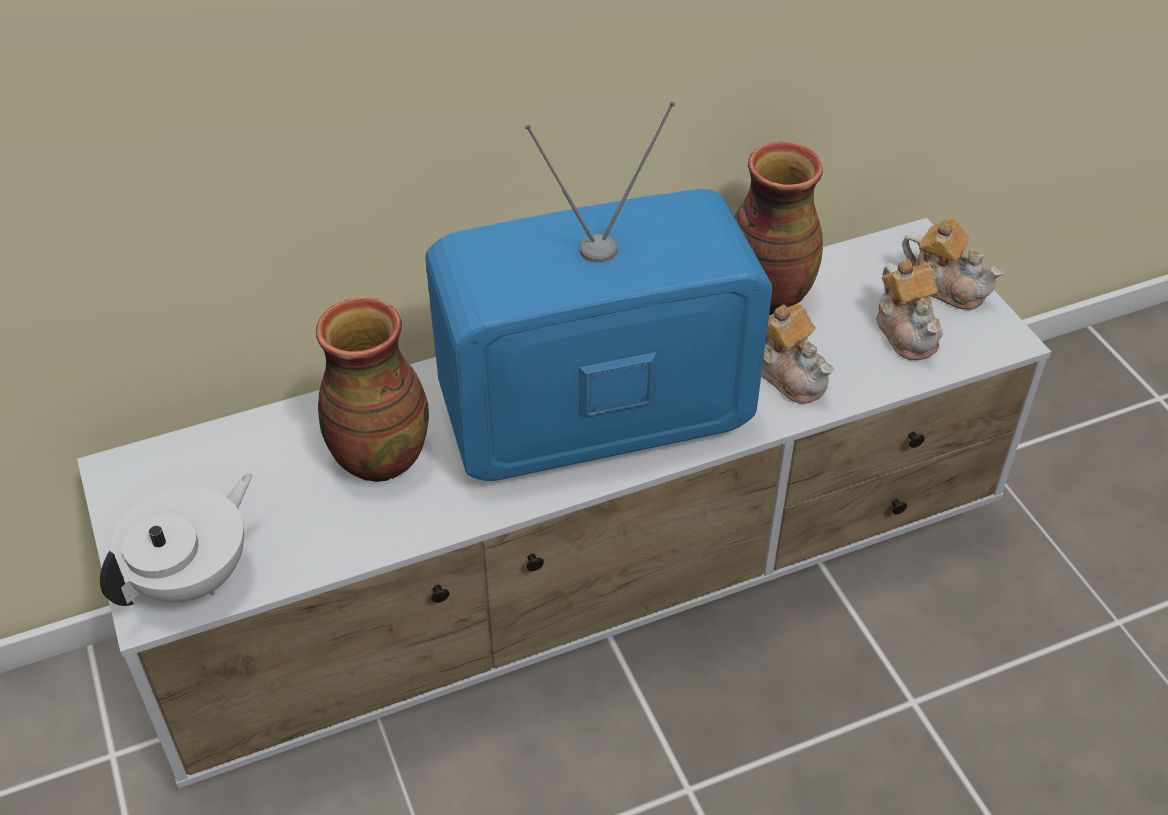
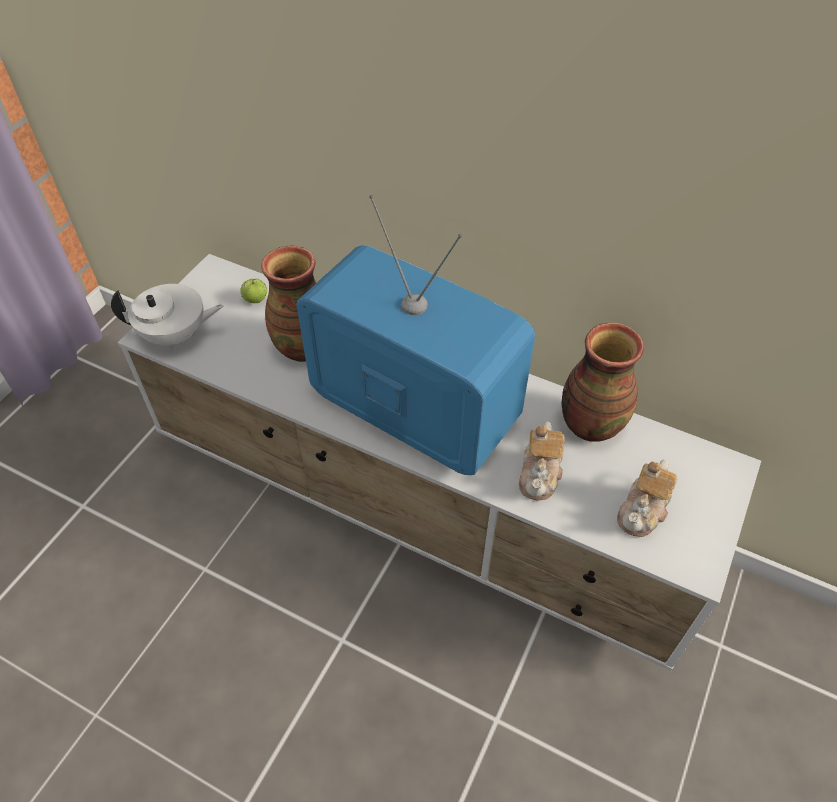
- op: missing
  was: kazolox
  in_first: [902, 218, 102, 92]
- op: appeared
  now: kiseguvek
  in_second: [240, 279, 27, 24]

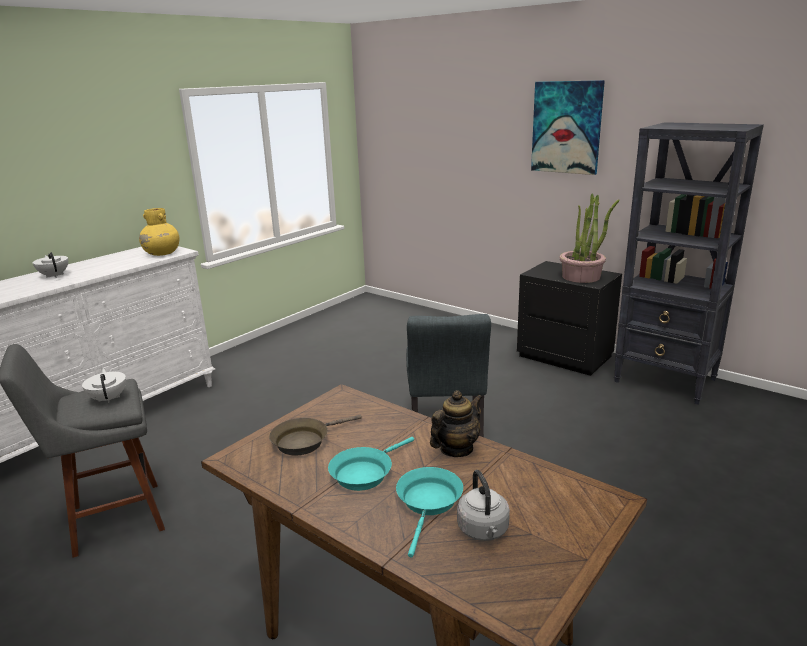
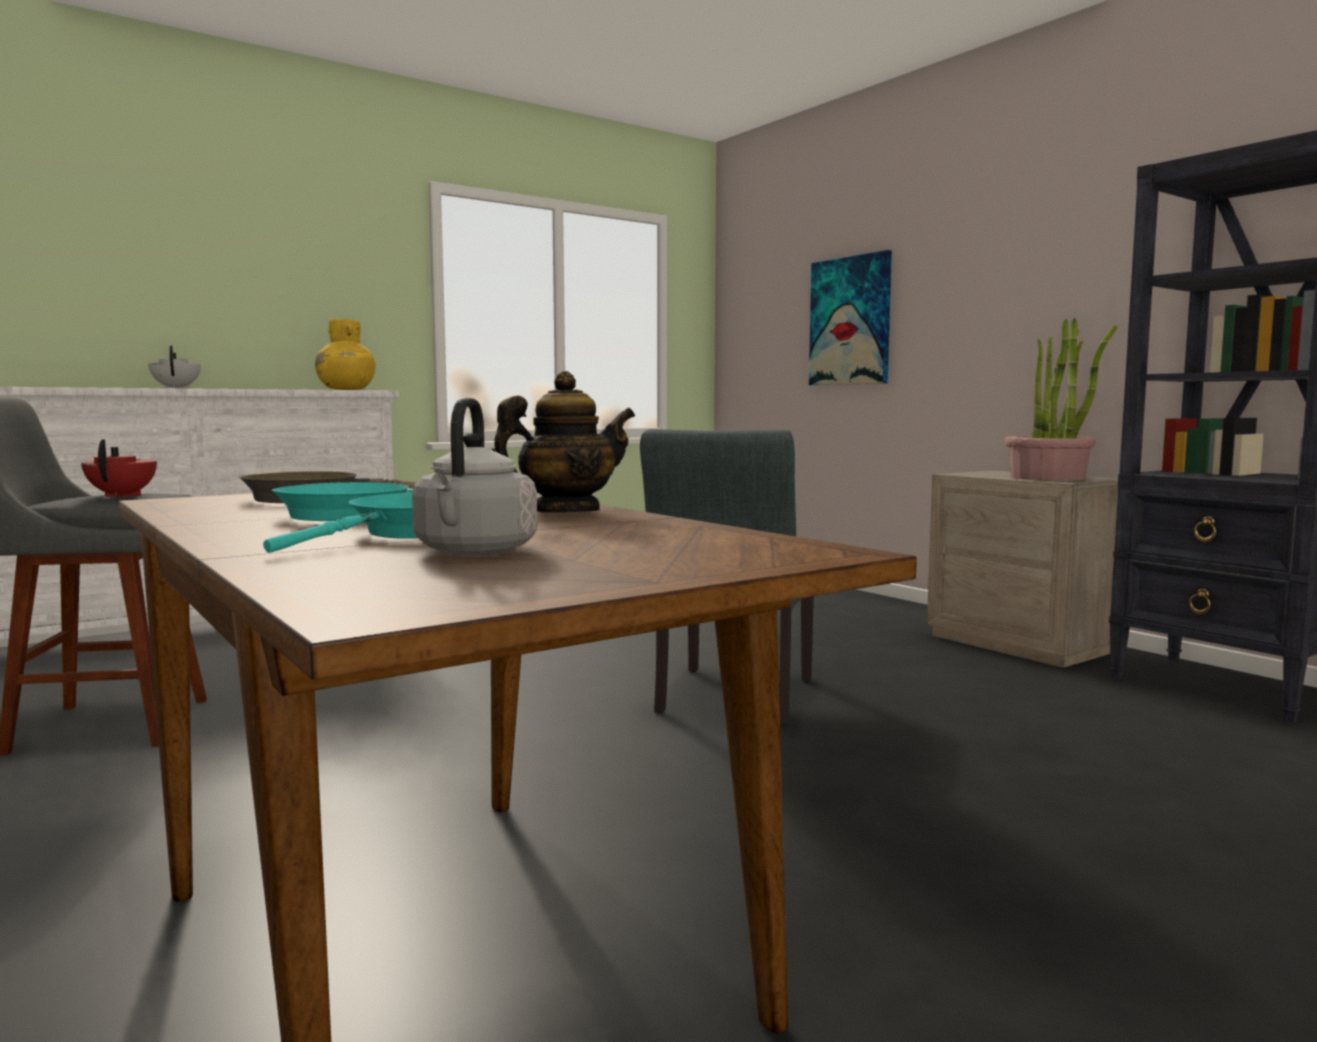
- op: relocated
  was: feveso
  in_first: [531, 80, 74, 95]
  in_second: [809, 250, 83, 135]
- op: colour
  was: white_kazolox
  now: red_kazolox
  in_first: [82, 368, 44, 35]
  in_second: [81, 439, 76, 59]
- op: colour
  was: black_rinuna
  now: beige_rinuna
  in_first: [517, 261, 105, 115]
  in_second: [927, 470, 191, 198]

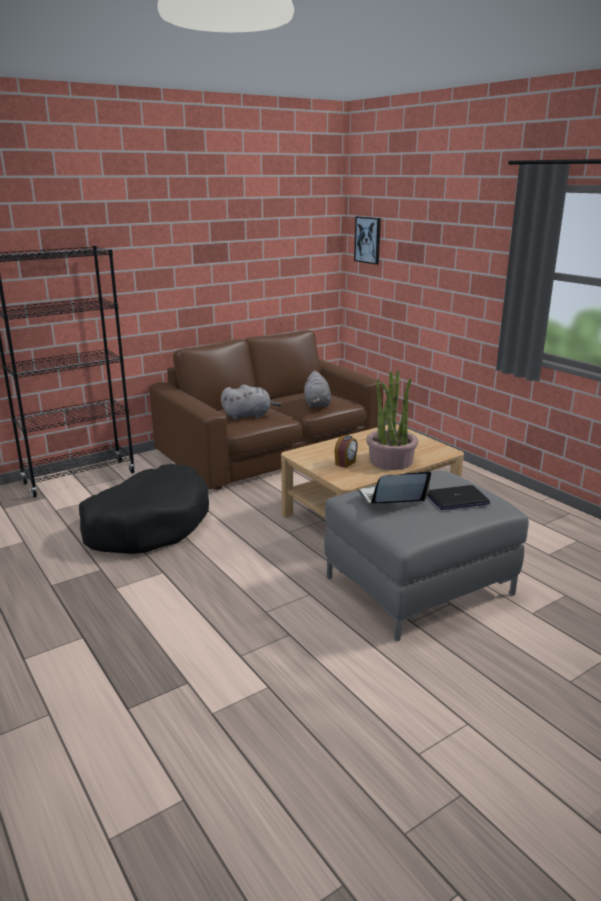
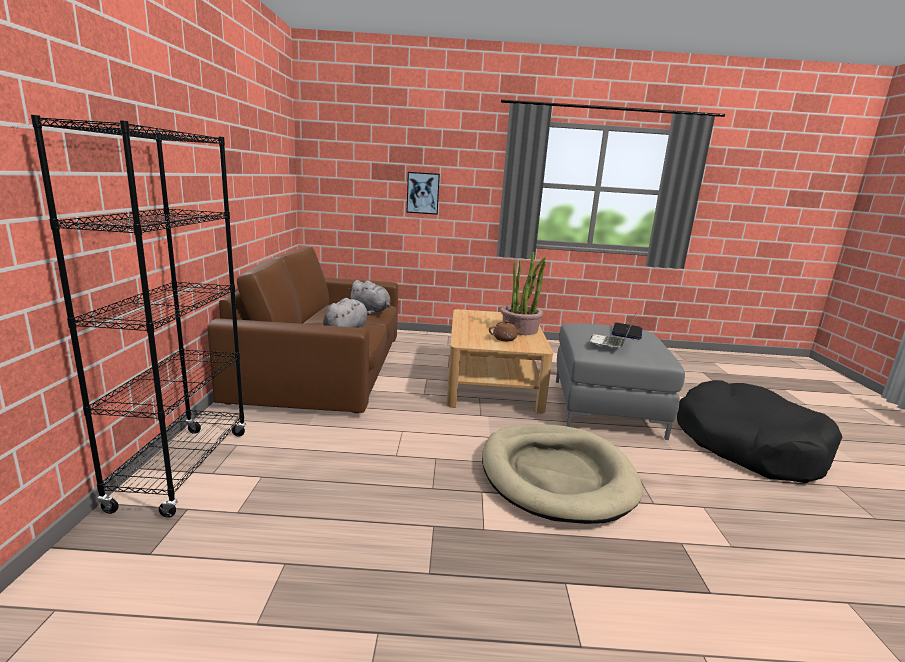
- op: appeared
  now: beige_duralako
  in_second: [482, 424, 161, 100]
- op: relocated
  was: black_duralako
  in_first: [79, 464, 130, 90]
  in_second: [677, 380, 165, 103]
- op: relocated
  was: feveso
  in_first: [354, 216, 27, 49]
  in_second: [406, 172, 34, 43]
- op: exchanged
  was: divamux
  now: brown_kazolox
  in_first: [334, 436, 24, 32]
  in_second: [489, 320, 35, 21]

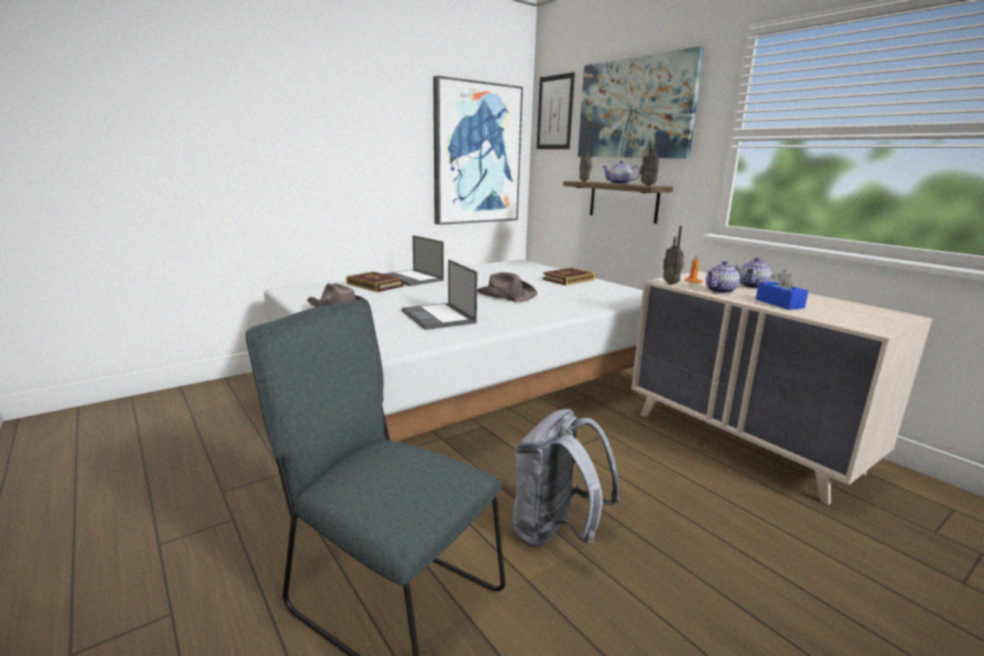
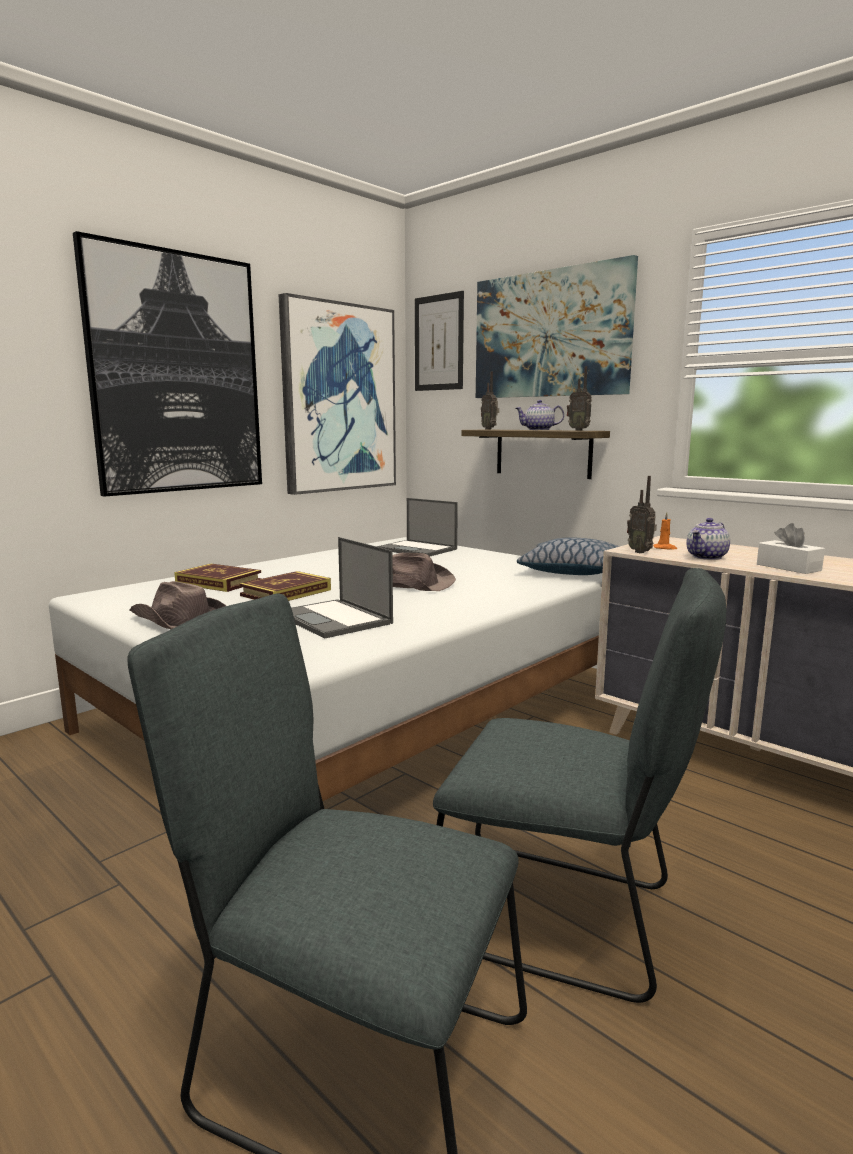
- op: missing
  was: kazolox
  in_first: [739, 257, 33, 32]
- op: appeared
  now: feveso
  in_second: [73, 231, 189, 266]
- op: appeared
  now: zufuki
  in_second: [517, 537, 103, 38]
- op: relocated
  was: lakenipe
  in_first: [385, 235, 59, 51]
  in_second: [376, 498, 82, 59]
- op: relocated
  was: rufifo
  in_first: [543, 267, 53, 18]
  in_second: [239, 571, 92, 30]
- op: exchanged
  was: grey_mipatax
  now: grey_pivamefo
  in_first: [513, 409, 107, 139]
  in_second: [433, 568, 293, 435]
- op: colour
  was: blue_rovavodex
  now: white_rovavodex
  in_first: [756, 270, 52, 40]
  in_second: [757, 523, 68, 51]

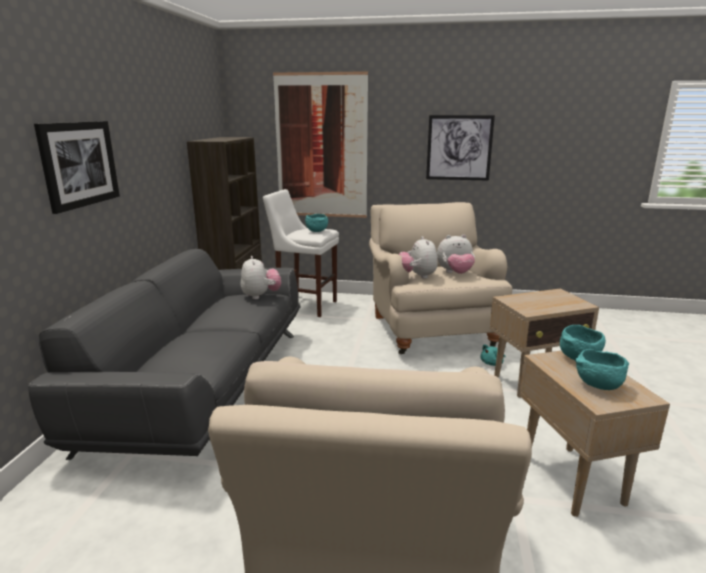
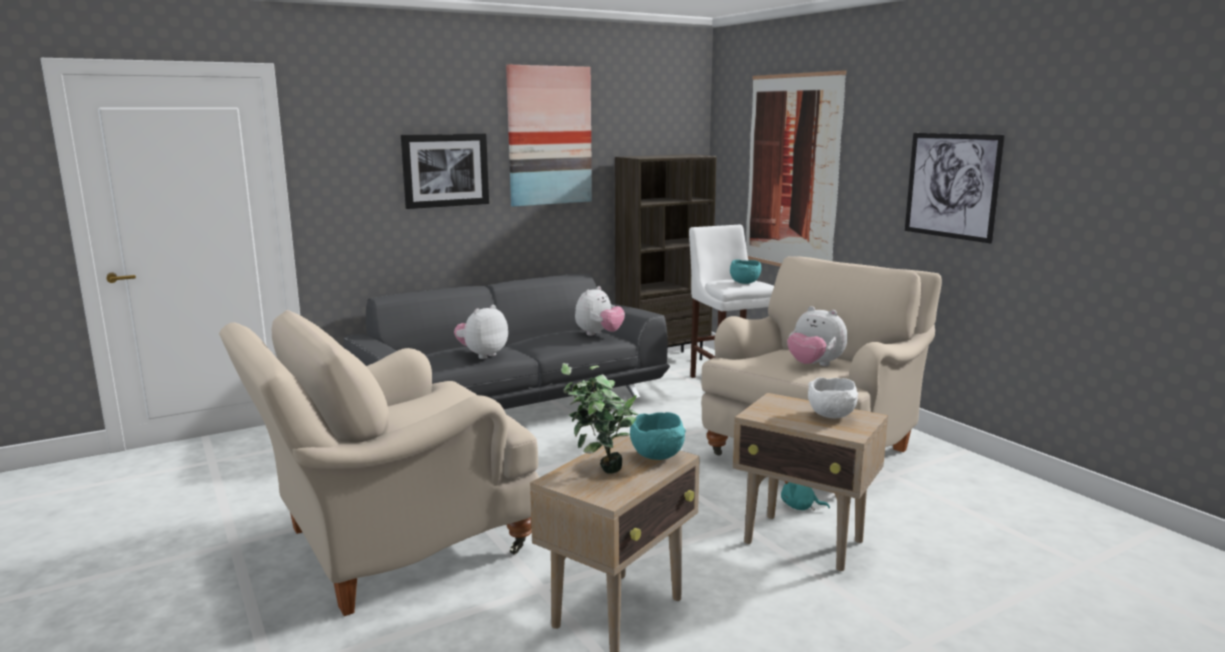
- op: appeared
  now: feveso
  in_second: [506, 65, 86, 142]
- op: appeared
  now: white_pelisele
  in_second: [808, 377, 50, 42]
- op: relocated
  was: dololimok
  in_first: [399, 236, 39, 43]
  in_second: [454, 305, 54, 54]
- op: exchanged
  was: turquoise_pelisele
  now: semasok
  in_first: [575, 349, 54, 41]
  in_second: [561, 363, 77, 110]

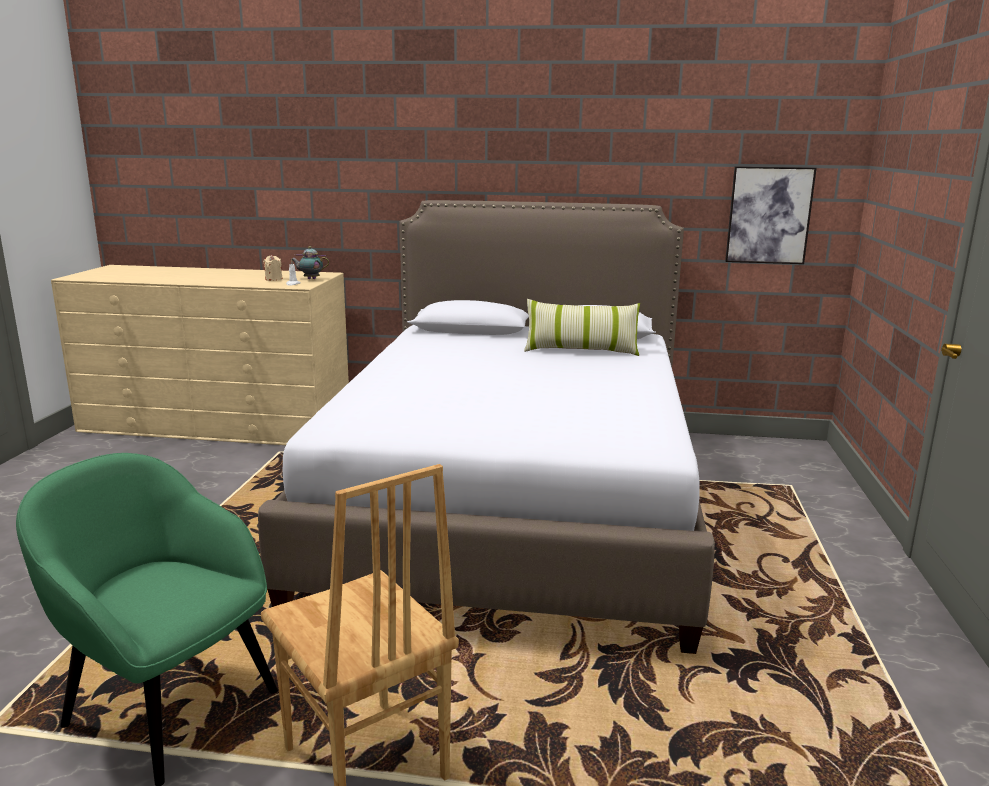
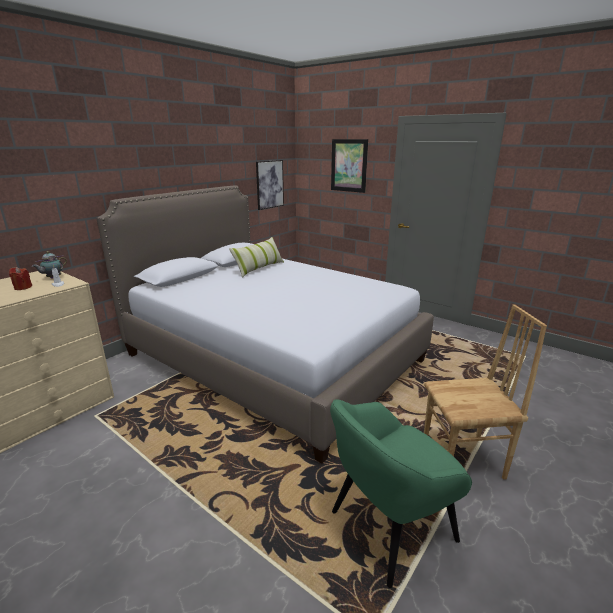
- op: appeared
  now: feveso
  in_second: [331, 139, 37, 54]
- op: colour
  was: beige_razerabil
  now: red_razerabil
  in_first: [263, 255, 19, 26]
  in_second: [9, 267, 23, 23]

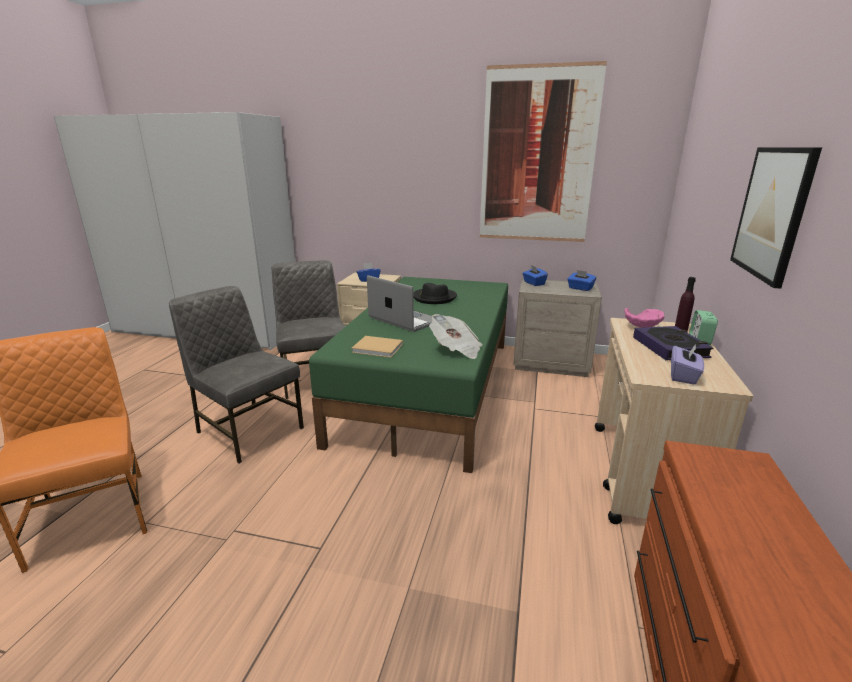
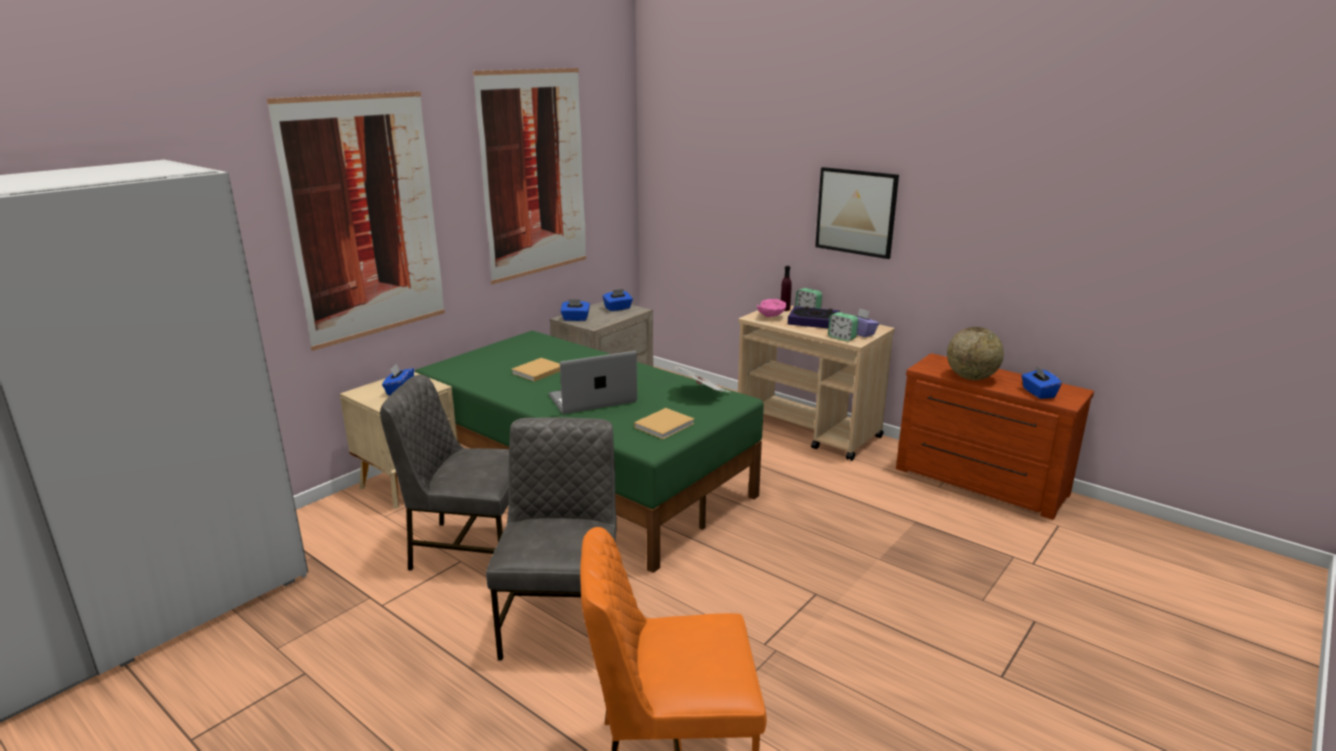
- op: appeared
  now: feveso
  in_second: [267, 91, 178, 260]
- op: appeared
  now: divamux
  in_second: [828, 312, 30, 29]
- op: appeared
  now: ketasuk
  in_second: [947, 327, 57, 53]
- op: appeared
  now: blue_rovavodex
  in_second: [1022, 366, 40, 33]
- op: exchanged
  was: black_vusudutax
  now: beige_rufifo
  in_first: [413, 283, 44, 21]
  in_second: [512, 358, 48, 24]
- op: spun
  was: grey_pivamefo
  in_first: [169, 286, 135, 177]
  in_second: [486, 417, 131, 244]
  clockwise: 120

